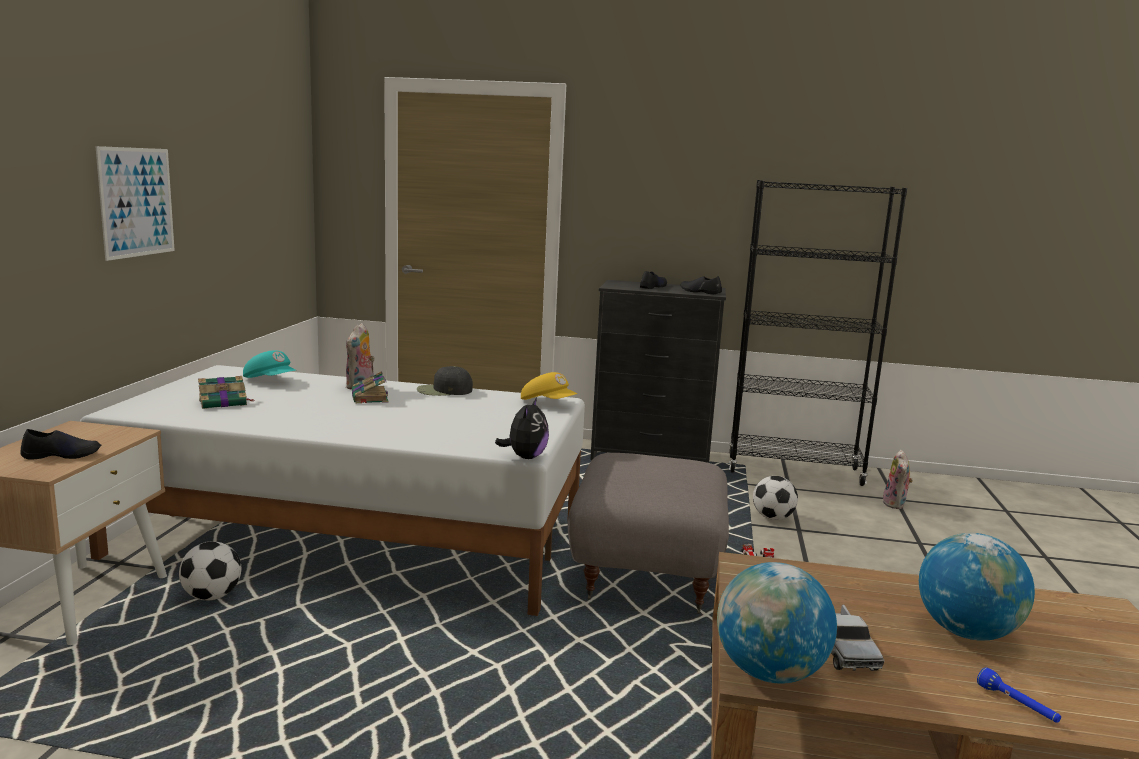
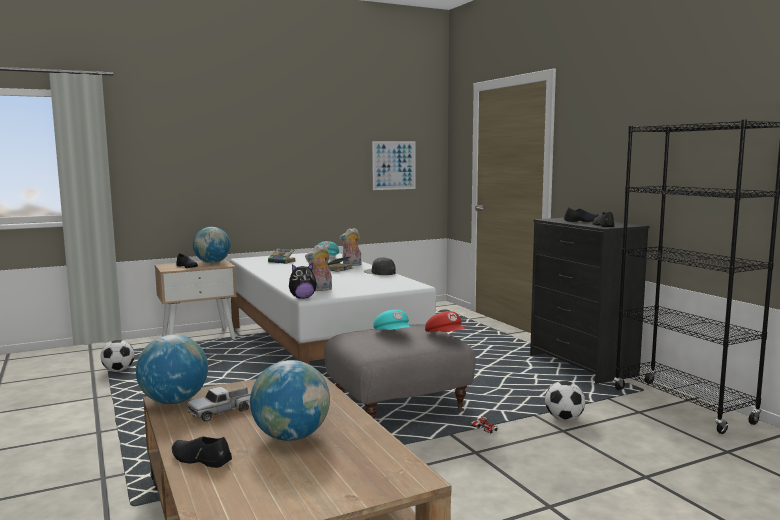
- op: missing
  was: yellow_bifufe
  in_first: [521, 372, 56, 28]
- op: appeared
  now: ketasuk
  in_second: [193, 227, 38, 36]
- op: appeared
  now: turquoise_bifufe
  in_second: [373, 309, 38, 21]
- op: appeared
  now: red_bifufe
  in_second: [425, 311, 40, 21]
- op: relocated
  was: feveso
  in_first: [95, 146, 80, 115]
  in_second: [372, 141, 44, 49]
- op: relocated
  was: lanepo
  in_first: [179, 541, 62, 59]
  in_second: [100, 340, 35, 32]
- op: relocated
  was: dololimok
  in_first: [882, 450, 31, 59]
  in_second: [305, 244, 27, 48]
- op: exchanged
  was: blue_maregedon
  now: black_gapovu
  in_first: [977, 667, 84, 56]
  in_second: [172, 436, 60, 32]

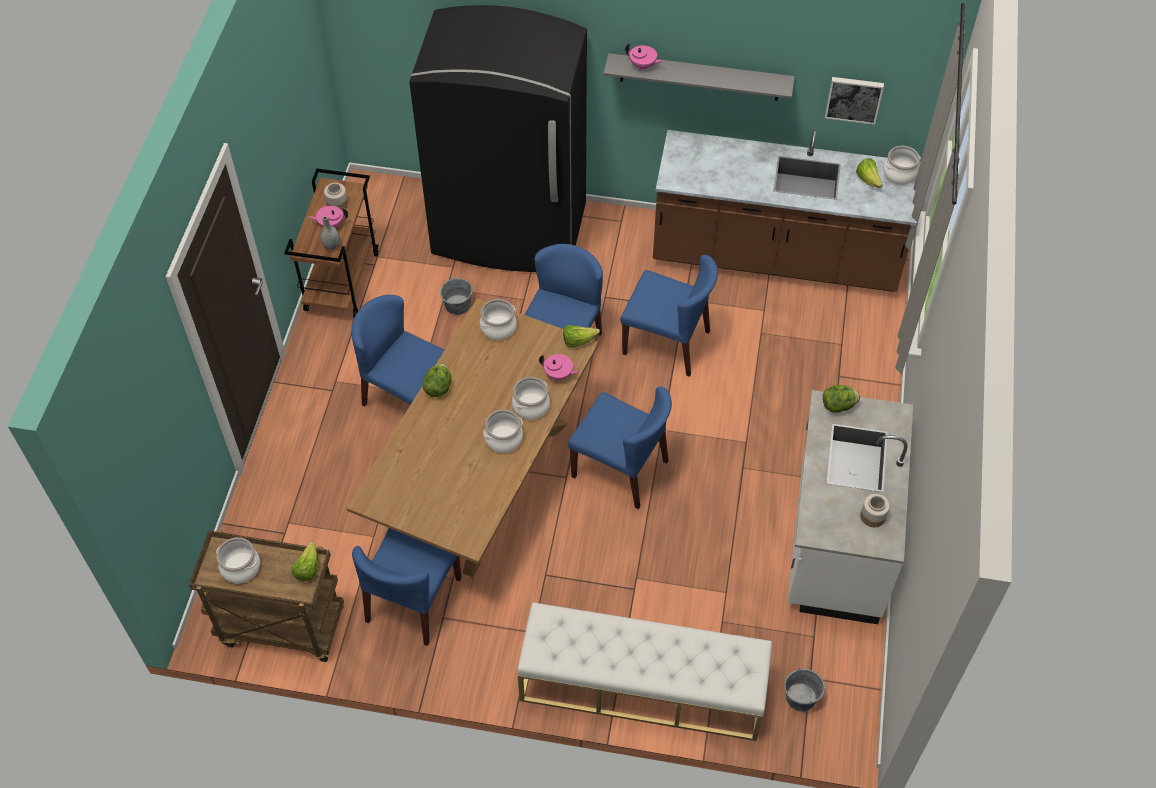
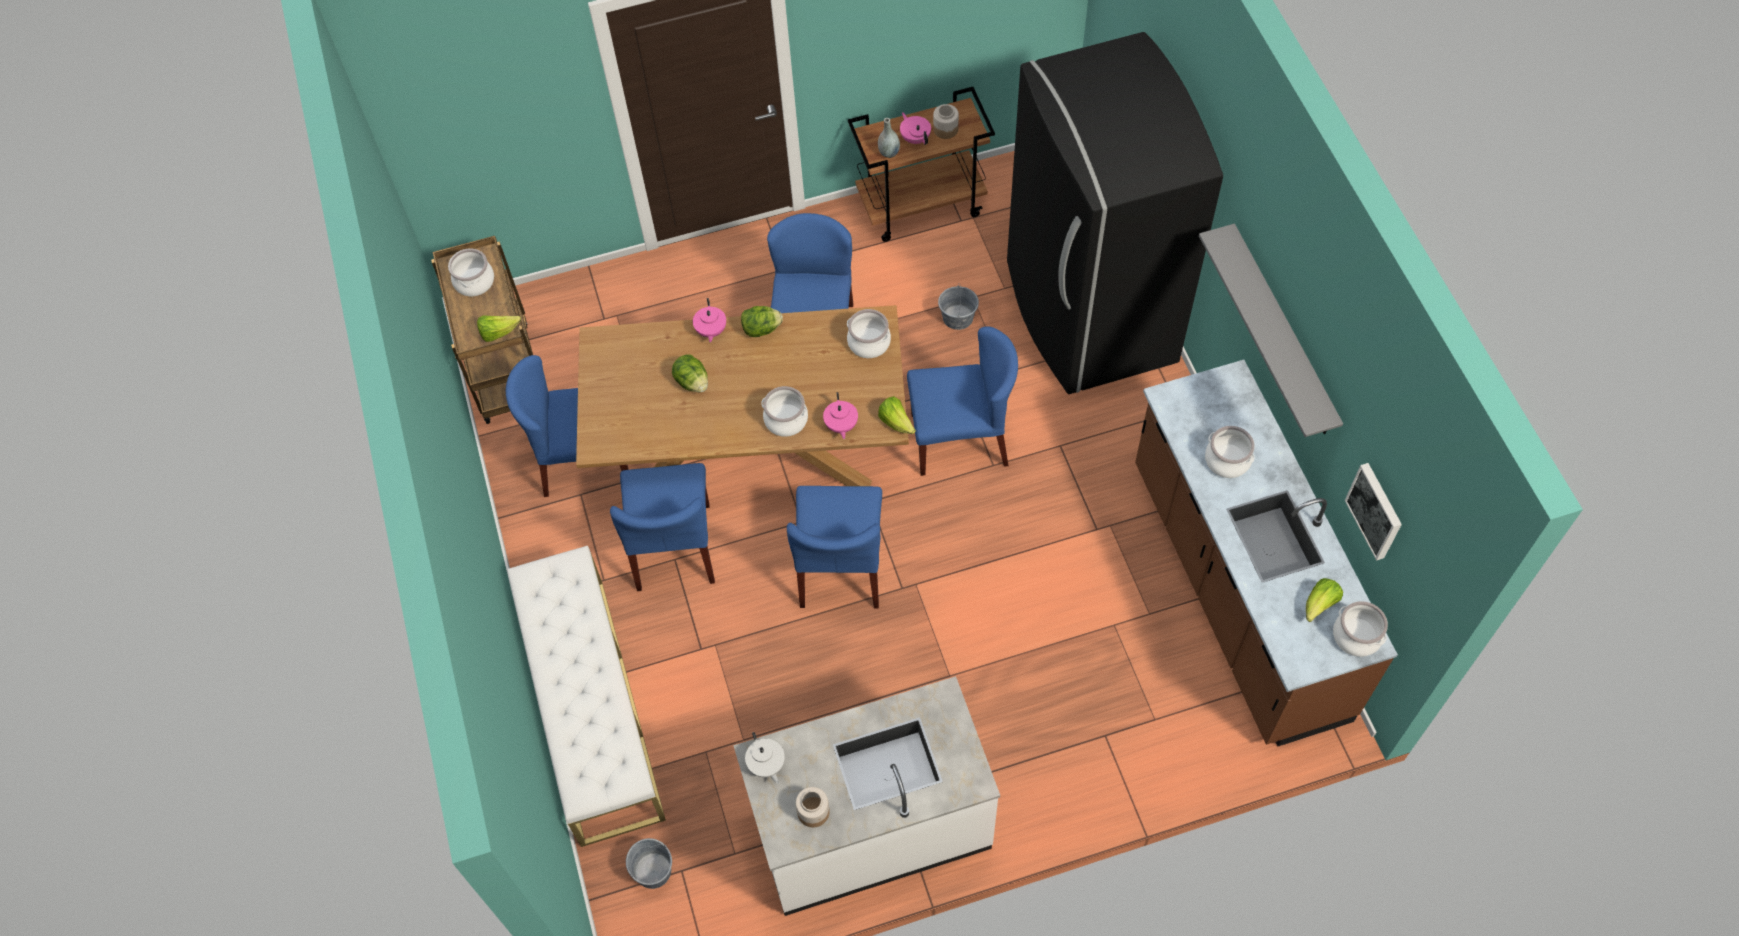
- op: appeared
  now: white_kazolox
  in_second: [745, 732, 40, 52]
- op: relocated
  was: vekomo
  in_first: [483, 409, 40, 44]
  in_second: [1205, 426, 50, 52]
- op: relocated
  was: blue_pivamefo
  in_first: [621, 255, 97, 122]
  in_second: [610, 463, 105, 128]
- op: relocated
  was: pink_kazolox
  in_first: [625, 43, 39, 27]
  in_second: [693, 298, 33, 45]
- op: relocated
  was: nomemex
  in_first: [823, 385, 37, 28]
  in_second: [672, 354, 36, 38]

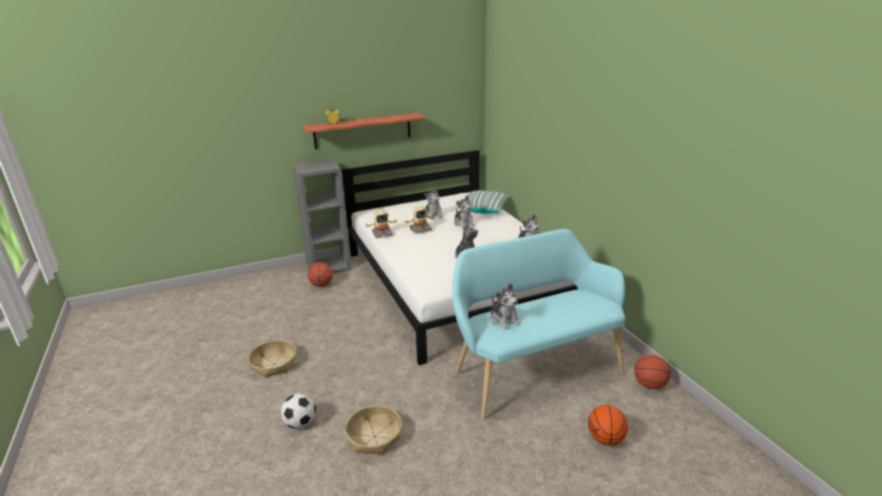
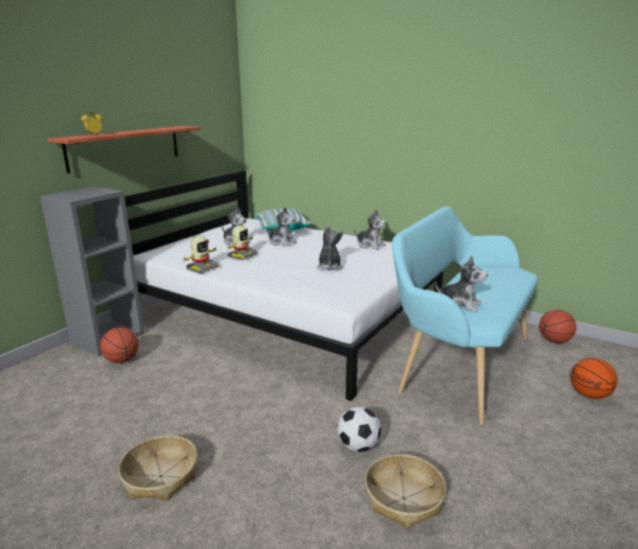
- op: relocated
  was: lanepo
  in_first: [281, 393, 35, 36]
  in_second: [337, 406, 44, 46]

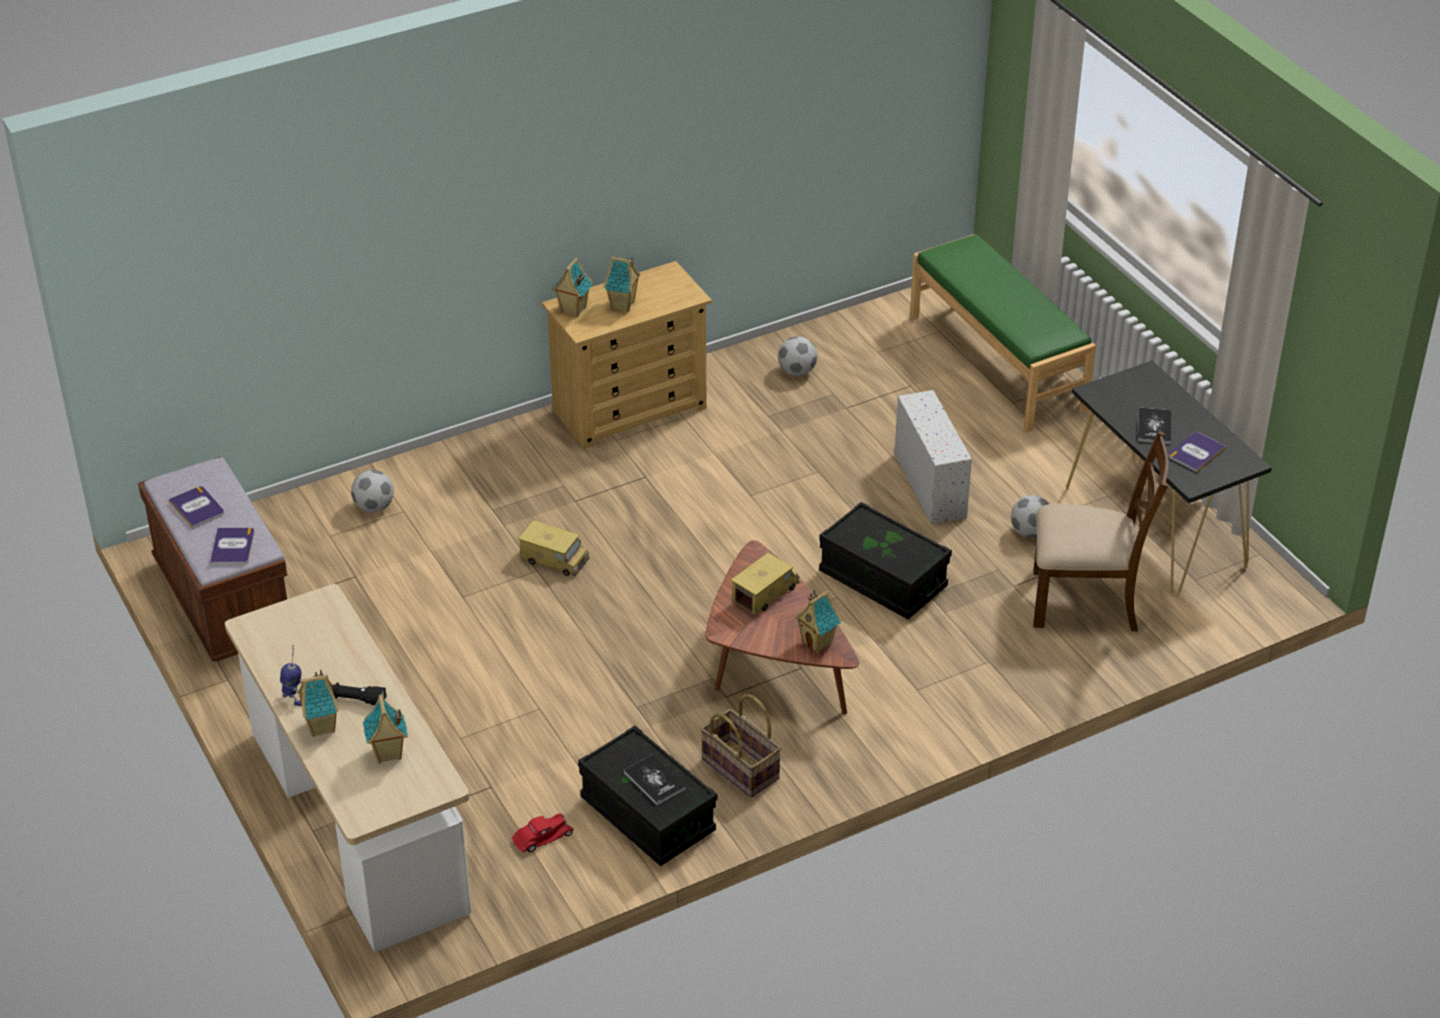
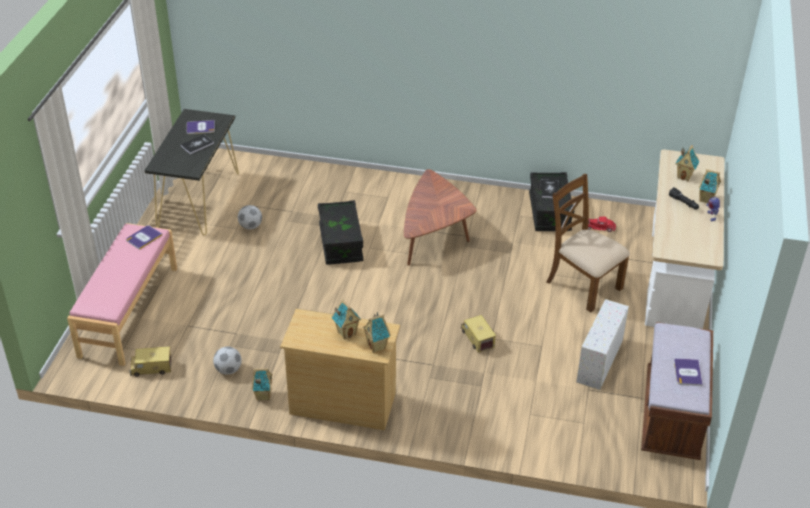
- op: missing
  was: lanepo
  in_first: [351, 470, 43, 42]
- op: missing
  was: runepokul
  in_first: [700, 694, 82, 103]
- op: relocated
  was: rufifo
  in_first: [210, 528, 44, 37]
  in_second: [126, 225, 37, 25]
- op: relocated
  was: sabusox
  in_first: [731, 552, 69, 63]
  in_second: [129, 346, 42, 31]
- op: relocated
  was: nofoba
  in_first: [795, 590, 47, 63]
  in_second: [252, 369, 21, 32]
- op: relocated
  was: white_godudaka
  in_first: [894, 390, 78, 135]
  in_second: [576, 299, 53, 91]
- op: relocated
  was: brown_pivamefo
  in_first: [1034, 431, 135, 200]
  in_second: [546, 174, 84, 138]
- op: colour
  was: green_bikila
  now: pink_bikila
  in_first: [910, 234, 186, 198]
  in_second: [67, 223, 110, 143]

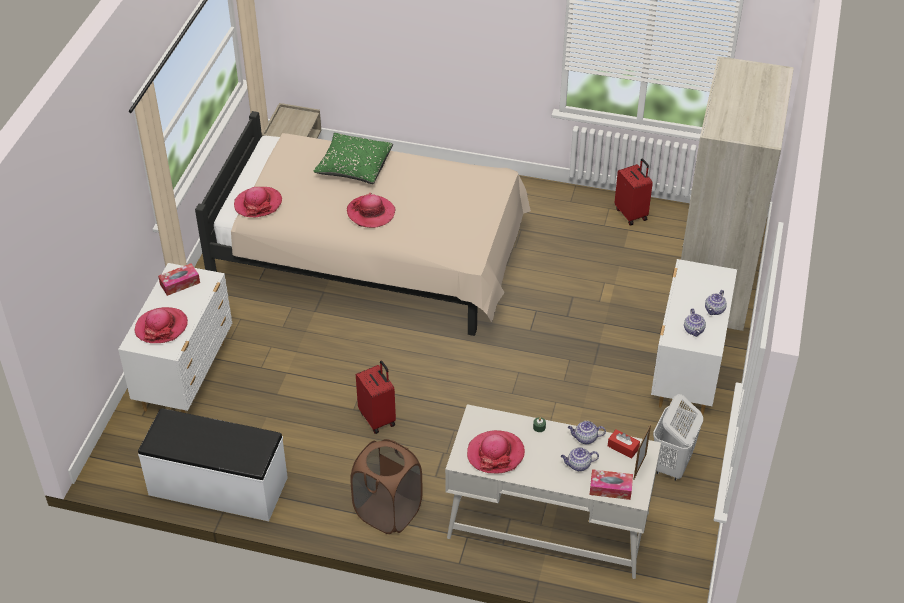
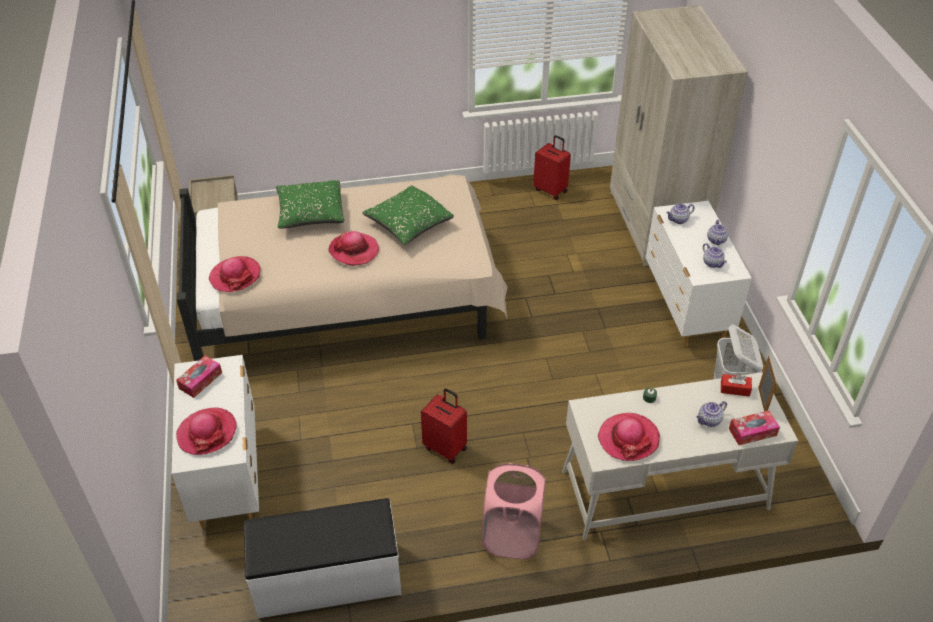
- op: appeared
  now: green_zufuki
  in_second: [363, 186, 91, 59]
- op: relocated
  was: kazolox
  in_first: [568, 421, 38, 23]
  in_second: [666, 203, 28, 21]
- op: colour
  was: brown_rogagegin
  now: pink_rogagegin
  in_first: [350, 439, 73, 95]
  in_second: [482, 463, 64, 96]

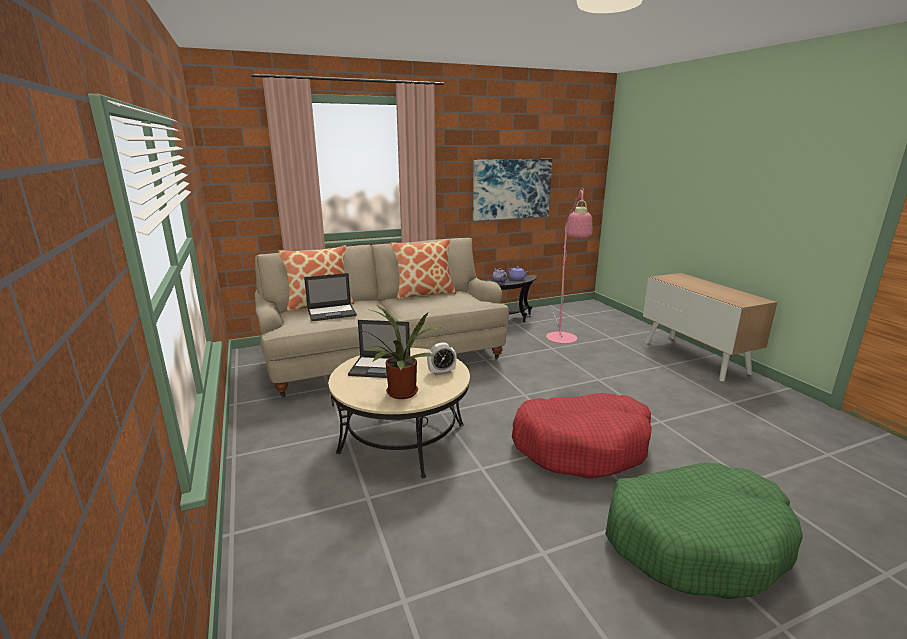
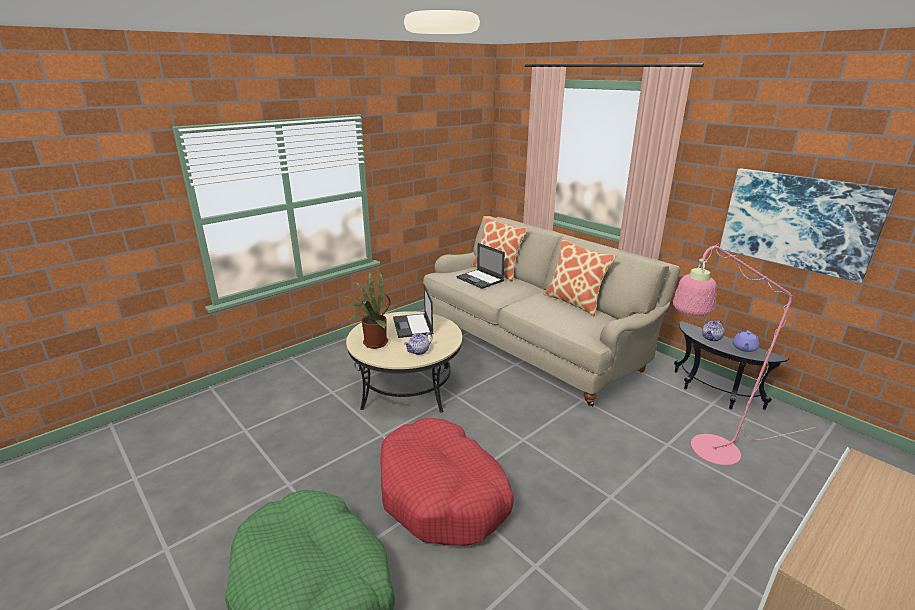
- op: exchanged
  was: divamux
  now: kazolox
  in_first: [427, 342, 30, 33]
  in_second: [404, 332, 29, 23]

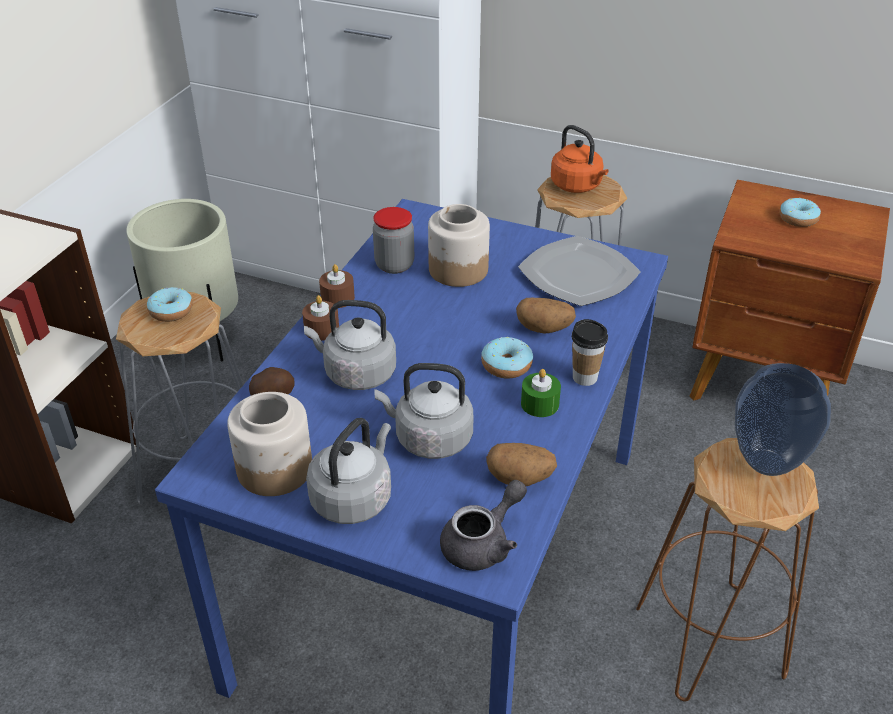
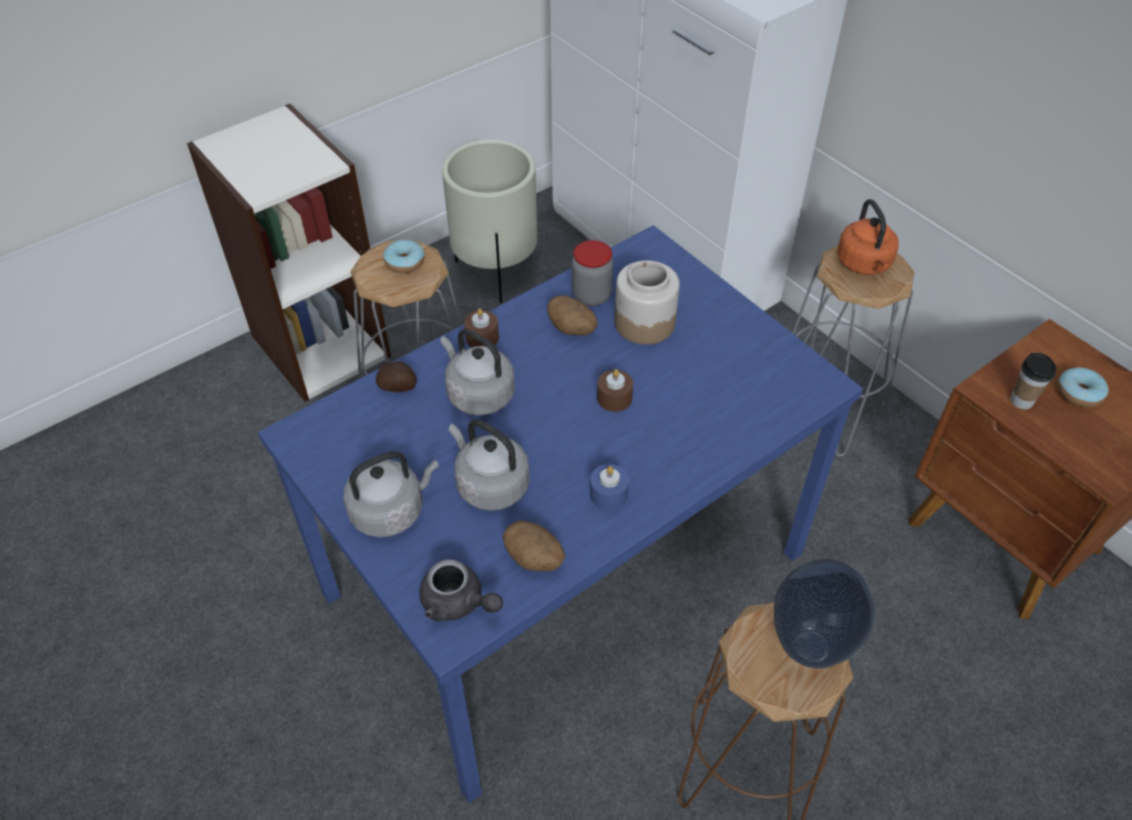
- op: missing
  was: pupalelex
  in_first: [227, 392, 85, 104]
- op: missing
  was: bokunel
  in_first: [481, 337, 52, 41]
- op: missing
  was: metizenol
  in_first: [518, 236, 123, 70]
- op: relocated
  was: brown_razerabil
  in_first: [319, 264, 36, 44]
  in_second: [597, 369, 36, 43]
- op: relocated
  was: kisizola
  in_first: [516, 298, 60, 36]
  in_second: [547, 295, 51, 41]
- op: relocated
  was: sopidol
  in_first: [572, 319, 36, 67]
  in_second: [1011, 353, 45, 56]
- op: colour
  was: green_razerabil
  now: blue_razerabil
  in_first: [521, 369, 40, 48]
  in_second: [590, 464, 39, 46]
- op: spun
  was: grey_kazolox
  in_first: [440, 480, 87, 91]
  in_second: [419, 560, 84, 61]
  clockwise: 45

